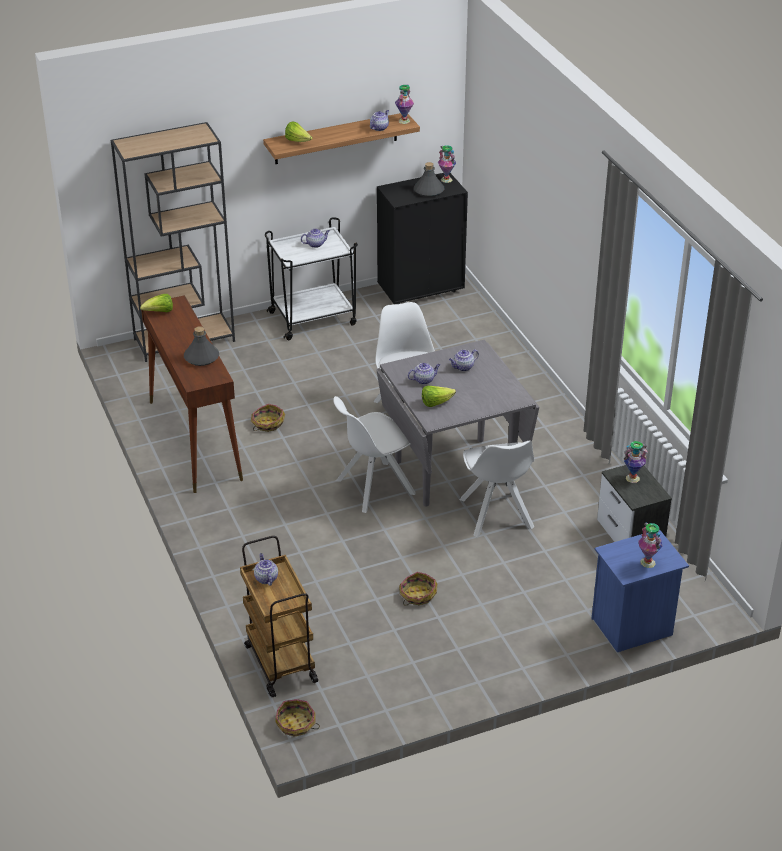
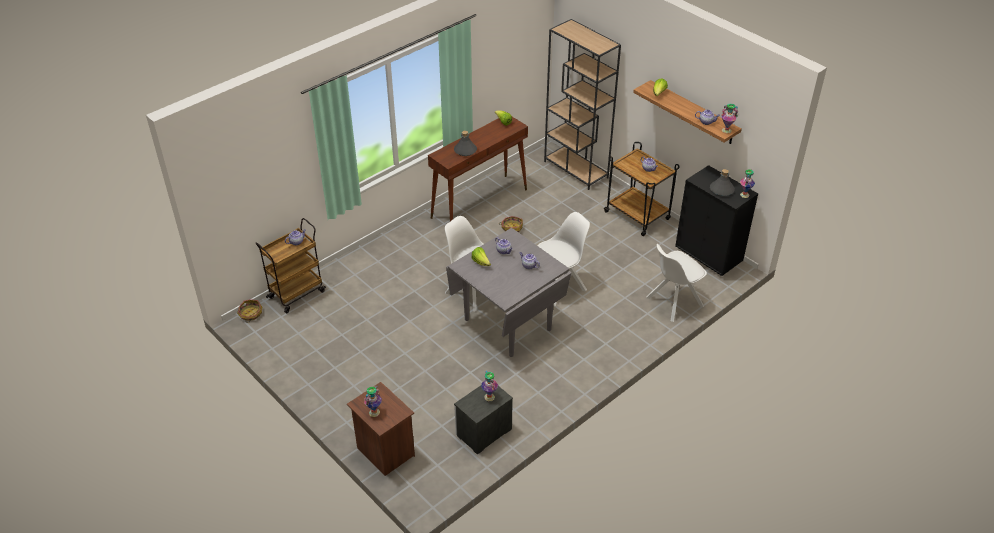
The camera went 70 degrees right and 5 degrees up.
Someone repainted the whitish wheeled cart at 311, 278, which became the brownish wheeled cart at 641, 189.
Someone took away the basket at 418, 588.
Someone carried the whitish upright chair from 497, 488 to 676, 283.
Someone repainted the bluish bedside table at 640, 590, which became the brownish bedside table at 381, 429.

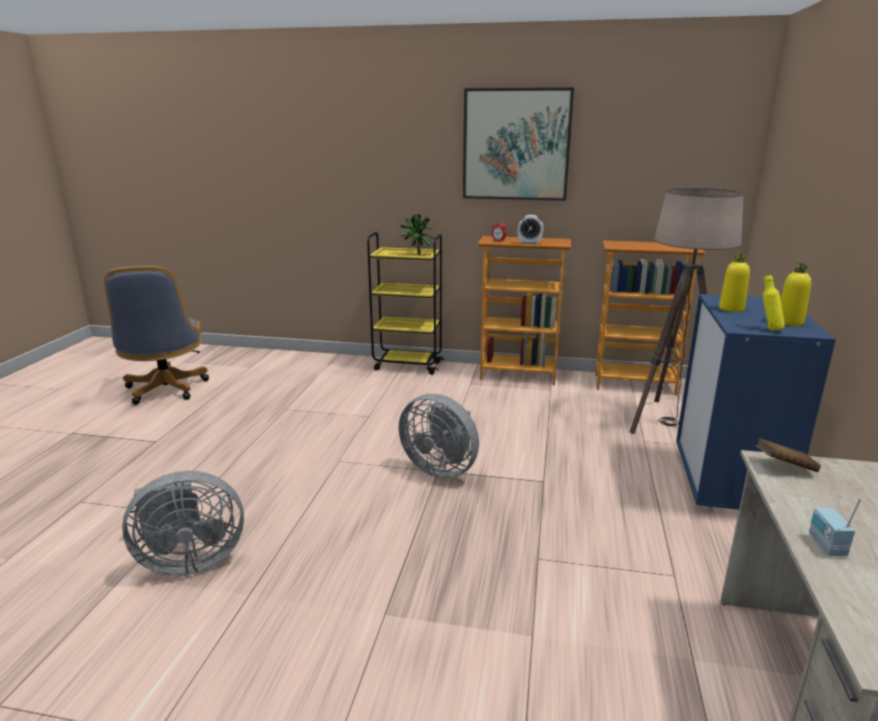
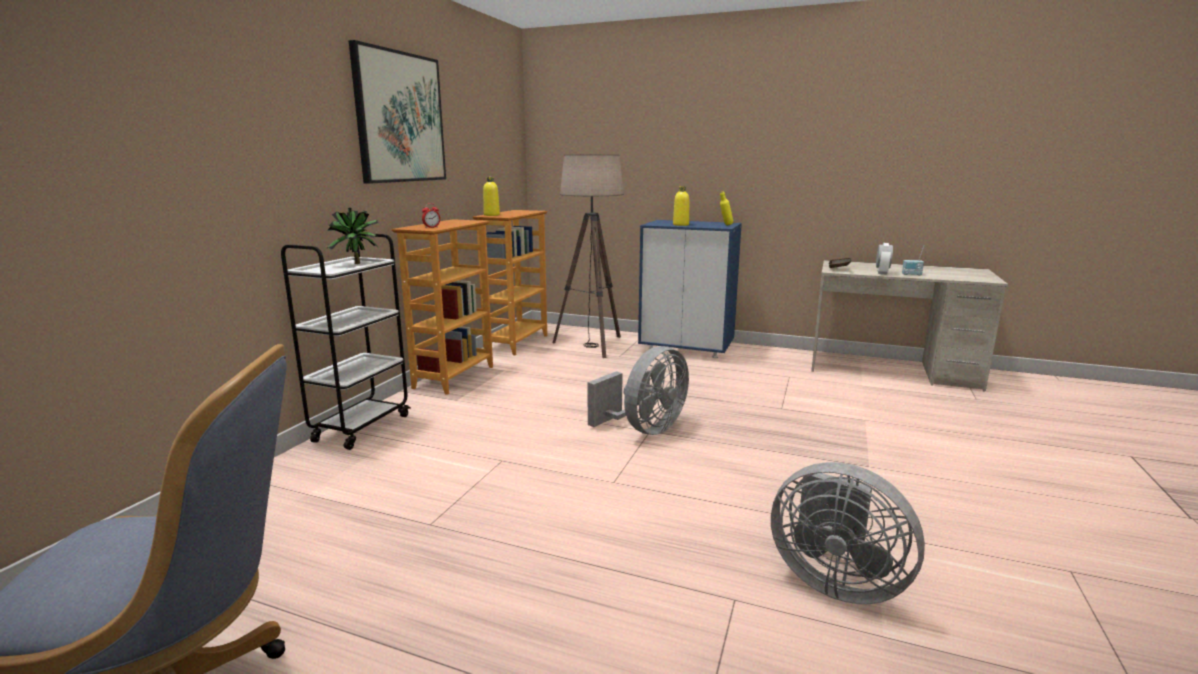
The camera went 80 degrees left and 5 degrees down.
Someone rotated the grey electric fan at 183, 523 by 135 degrees clockwise.
Someone repainted the yellow-coloured wheeled cart at 405, 303, which became the whitish wheeled cart at 346, 342.
Someone carried the table clock from 530, 229 to 884, 258.
Someone carried the yellow-coloured beverage bottle from 796, 294 to 491, 196.

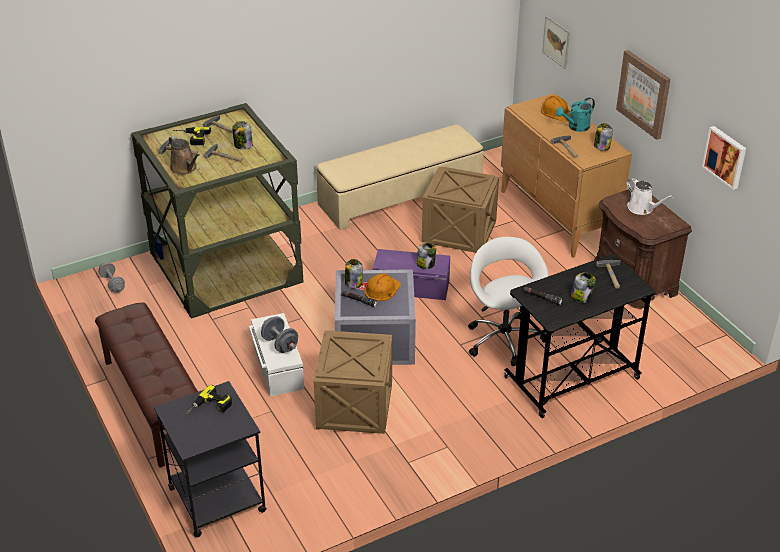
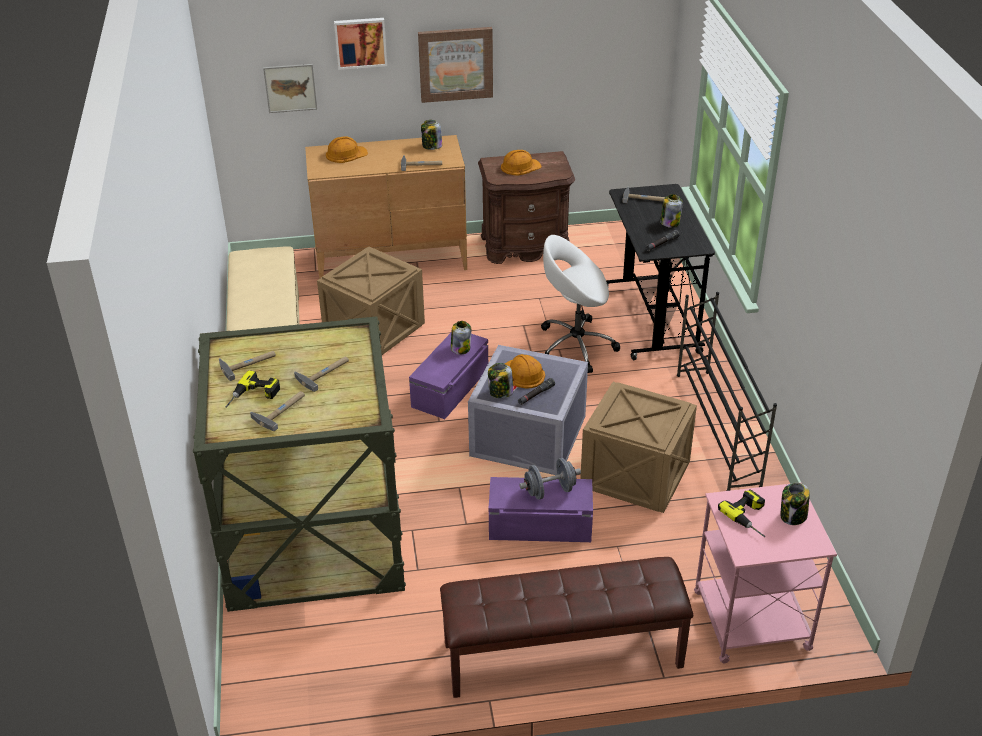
The camera went 70 degrees left and 0 degrees up.
Someone took away the grey dumbbell at 112, 277.
Someone repainted the blackish wheeled cart at 210, 459, which became the pinkish wheeled cart at 765, 573.
Someone took away the brownish sprinkling can at 184, 155.
Someone carried the preserve jar from 242, 135 to 795, 504.
Someone repainted the whitish storage bin at 276, 354, which became the purplish storage bin at 541, 509.
Someone took away the turquoise-coloured sprinkling can at 575, 114.
Someone swapped the whitish sprinkling can at 650, 196 for the orange-coloured work helmet at 521, 163.
Someone carried the wall picture from 724, 158 to 360, 44.
Someone put down the blackish shoe shelf at 727, 391.

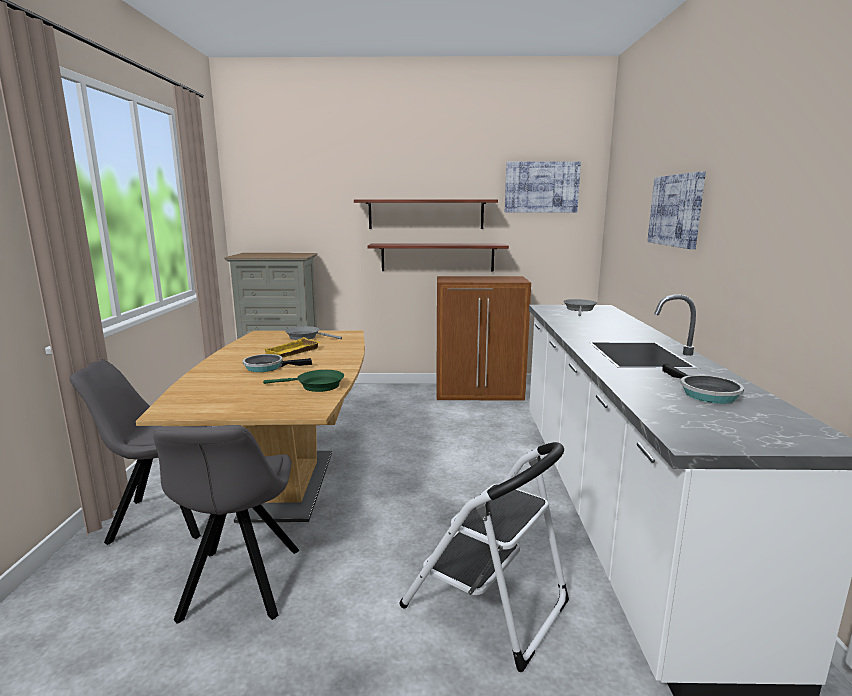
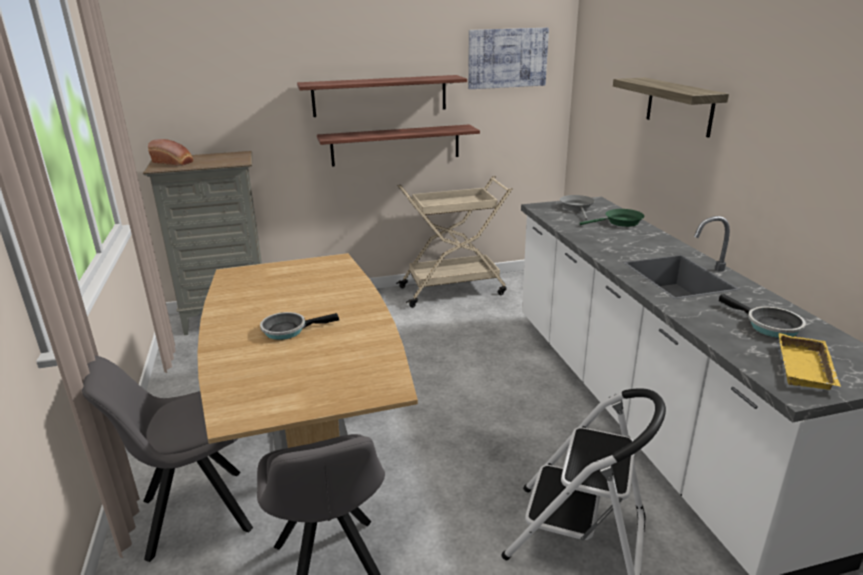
The camera went 15 degrees left and 10 degrees up.
Someone carried the green-coloured frying pan from 303, 381 to 612, 218.
Someone carried the yellow-coloured carrying tray from 292, 347 to 810, 361.
Someone took away the grey frying pan at 313, 333.
Someone swapped the brownish cabinet at 483, 338 for the sand-coloured wheeled cart at 454, 242.
Someone swapped the wall picture at 676, 210 for the wall shelf at 671, 107.
Someone put down the bakery bread at 170, 152.

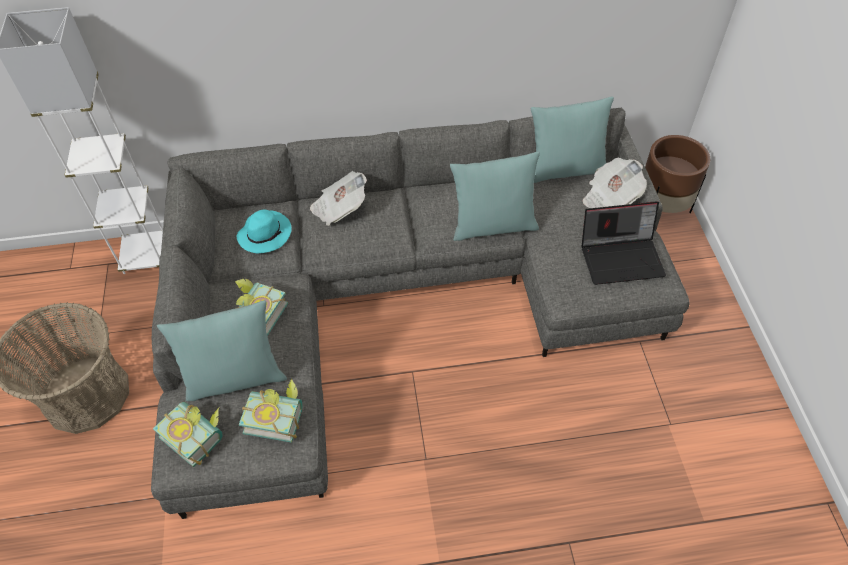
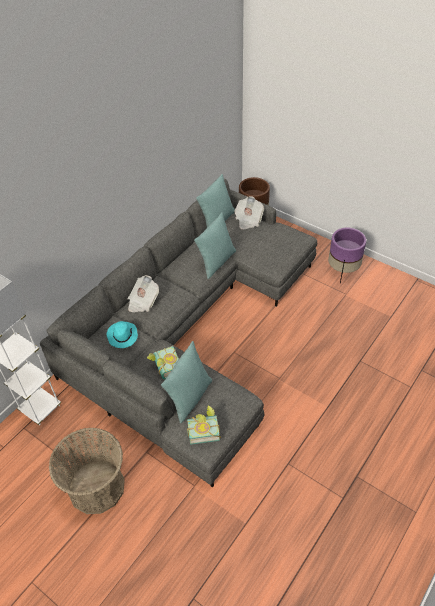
The camera went 45 degrees left and 5 degrees down.
Someone took away the bound book at 270, 410.
Someone took away the notebook computer at 623, 243.
Someone put down the purplish planter at 347, 255.

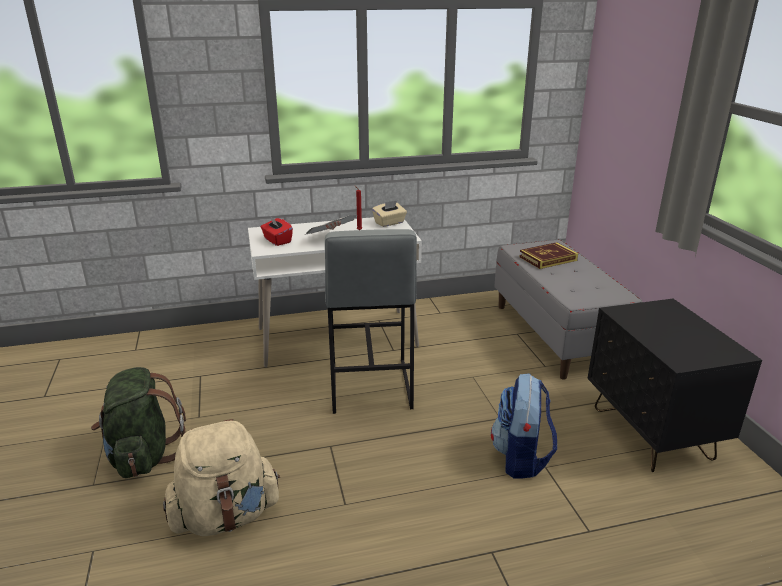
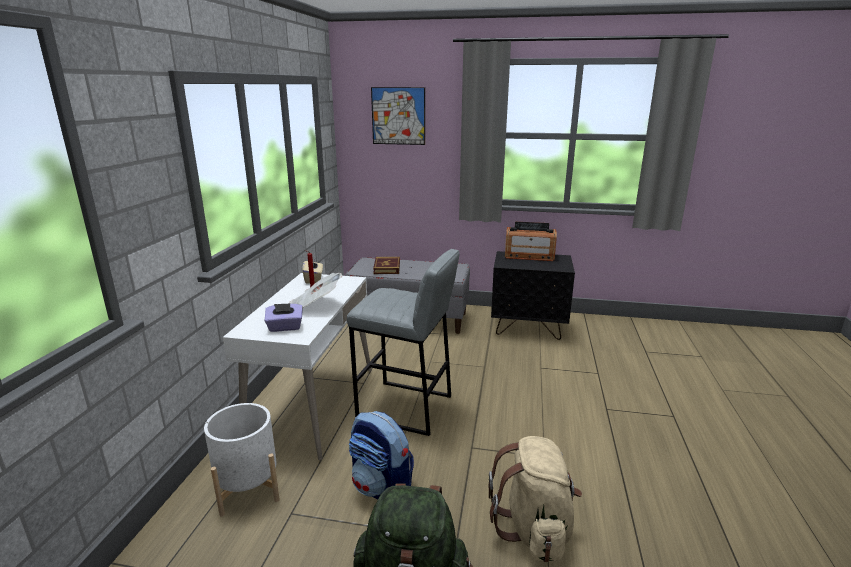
The camera went 65 degrees left and 5 degrees down.
Someone repainted the reddish box of tissues at 276, 230, which became the purplish box of tissues at 284, 317.
Someone carried the rucksack from 524, 426 to 381, 455.
Someone put down the whitish planter at 242, 459.
Someone put up the wall picture at 398, 116.
Someone put down the radio receiver at 531, 241.

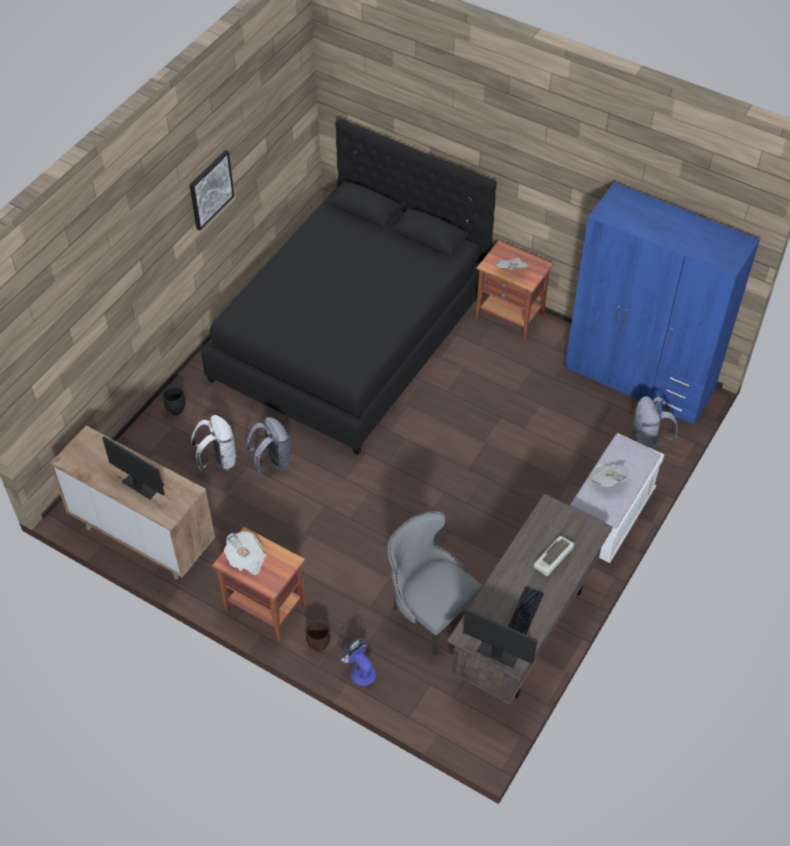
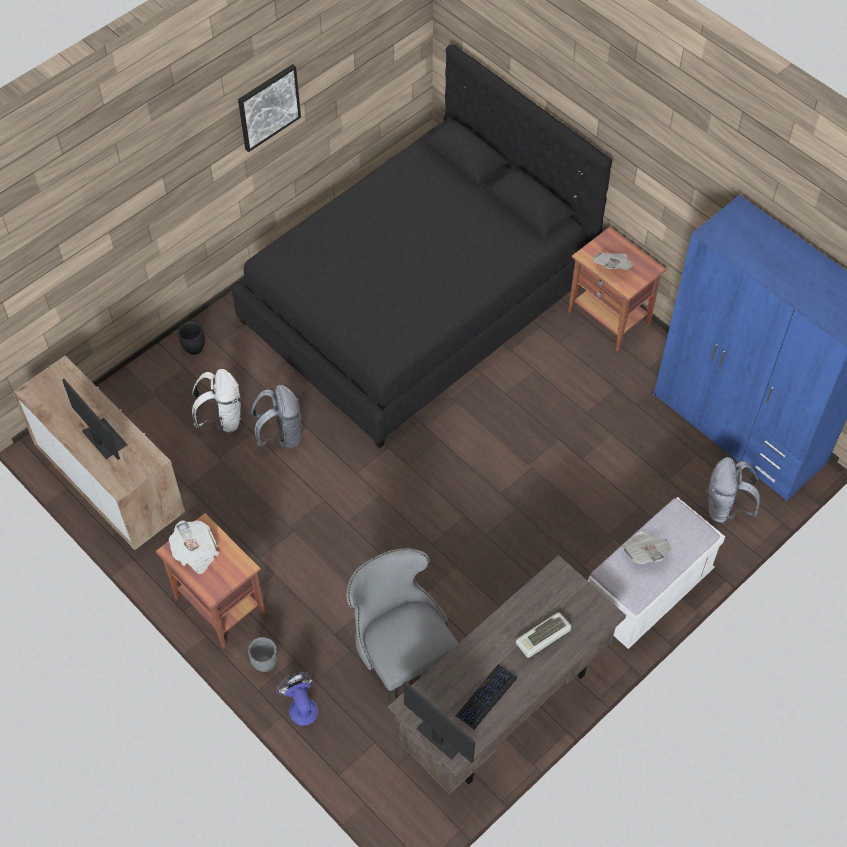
The camera went 15 degrees right and 5 degrees up.
Someone repainted the brownish planter at 318, 635, which became the grey planter at 263, 654.

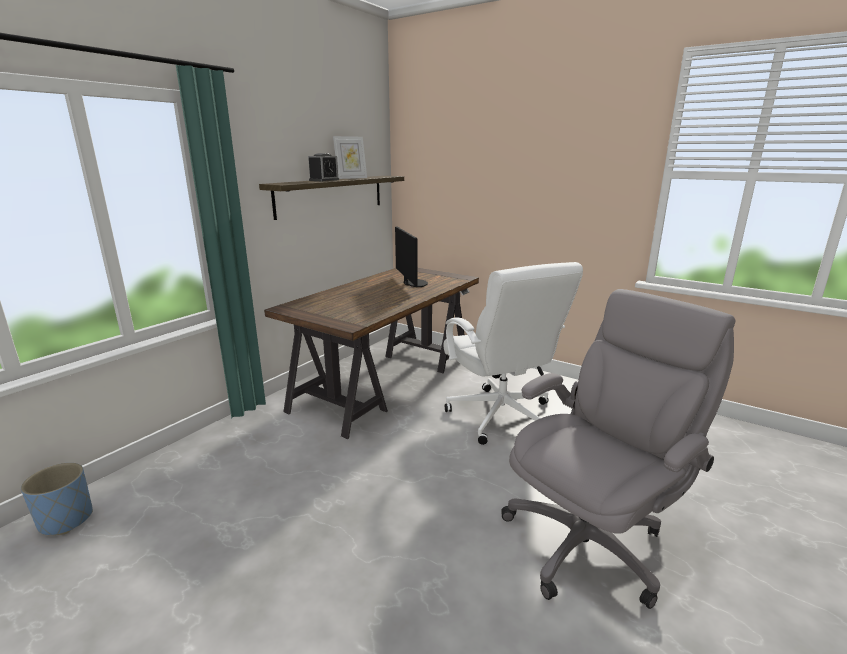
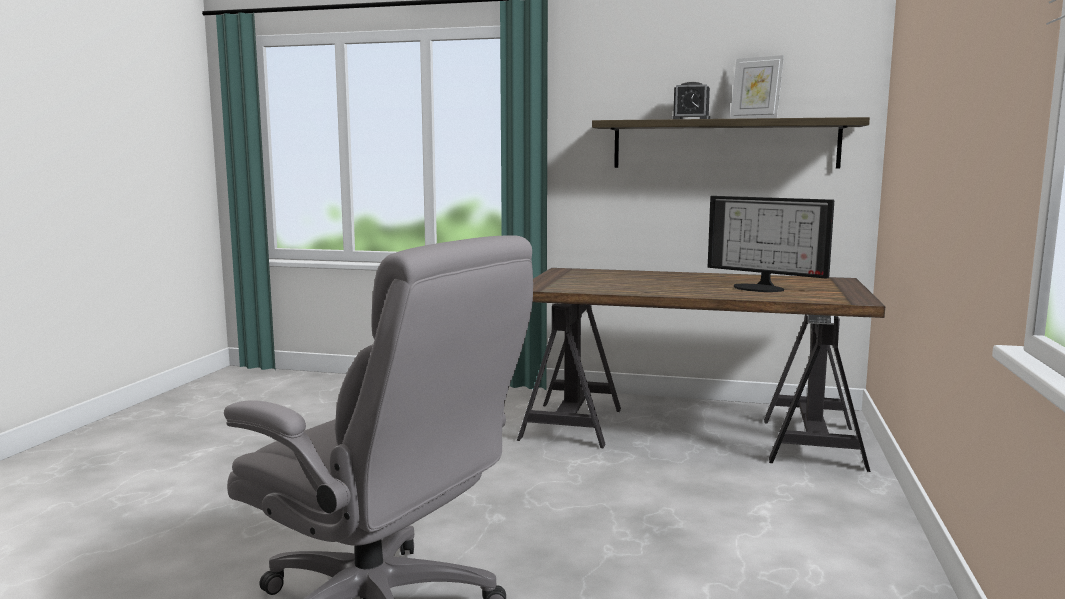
The camera went 70 degrees right and 10 degrees down.
Someone took away the bluish planter at 57, 499.
Someone rotated the computer display at 411, 257 by 75 degrees clockwise.
Someone took away the whitish desk chair at 513, 353.

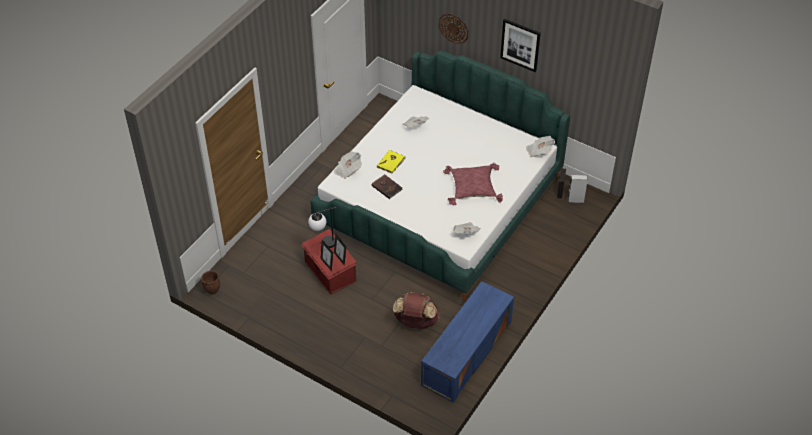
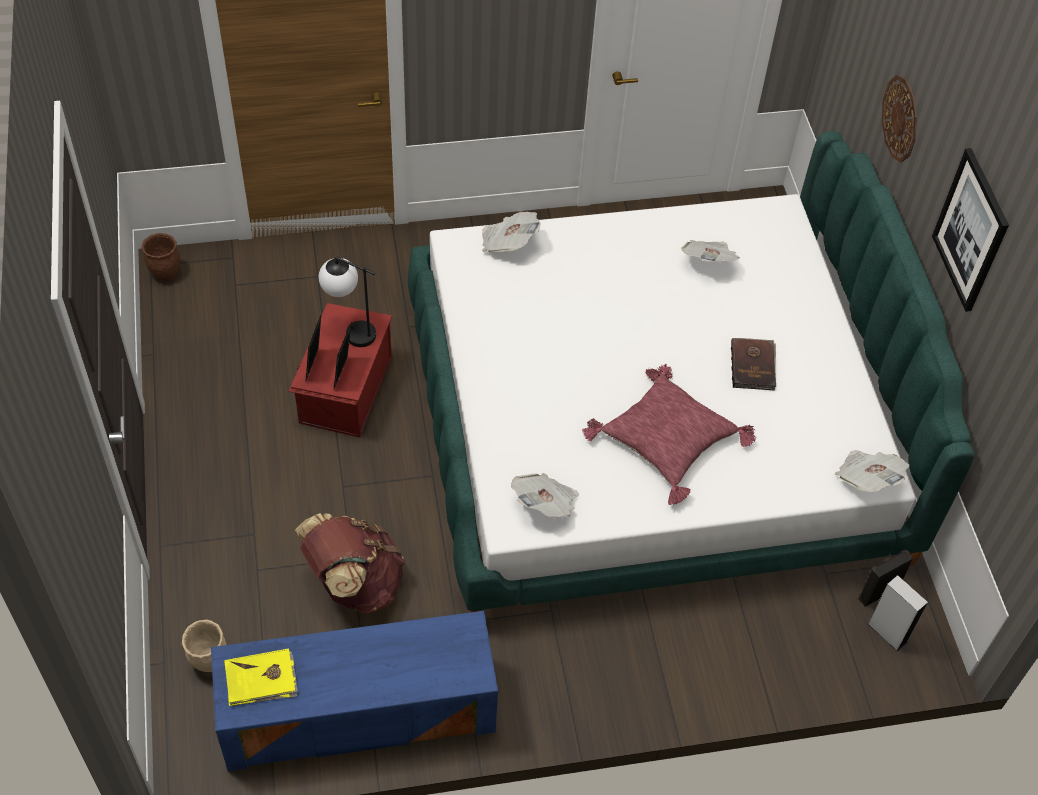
The camera went 45 degrees right and 5 degrees up.
Someone carried the brownish bound book from 387, 186 to 753, 364.
Someone carried the yellow-coloured bound book from 391, 162 to 261, 677.
Someone put down the sand-coloured planter at 204, 646.

